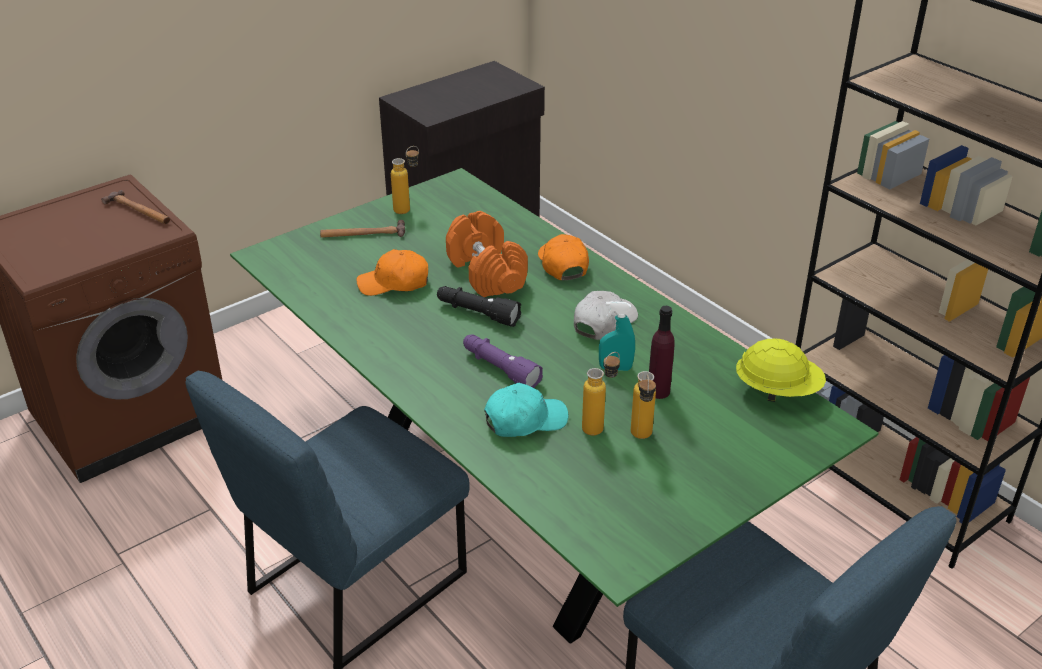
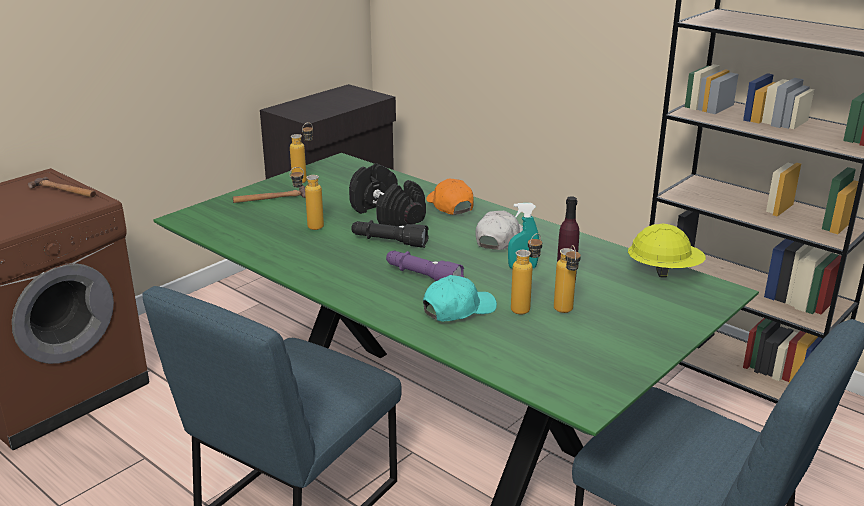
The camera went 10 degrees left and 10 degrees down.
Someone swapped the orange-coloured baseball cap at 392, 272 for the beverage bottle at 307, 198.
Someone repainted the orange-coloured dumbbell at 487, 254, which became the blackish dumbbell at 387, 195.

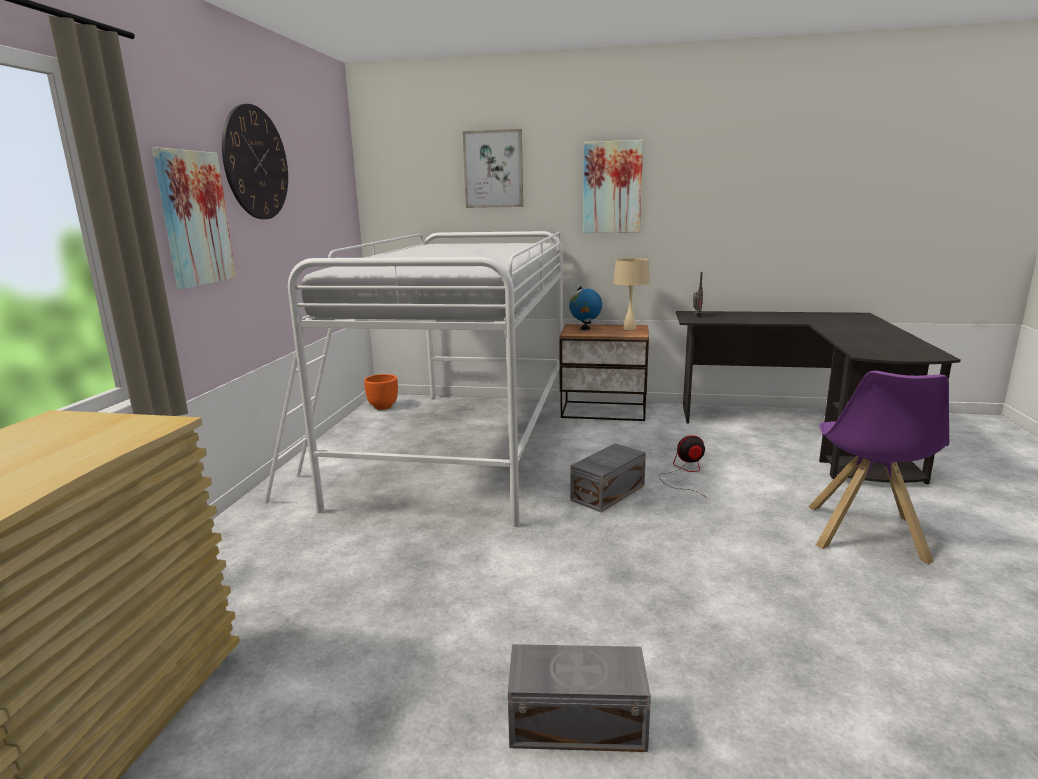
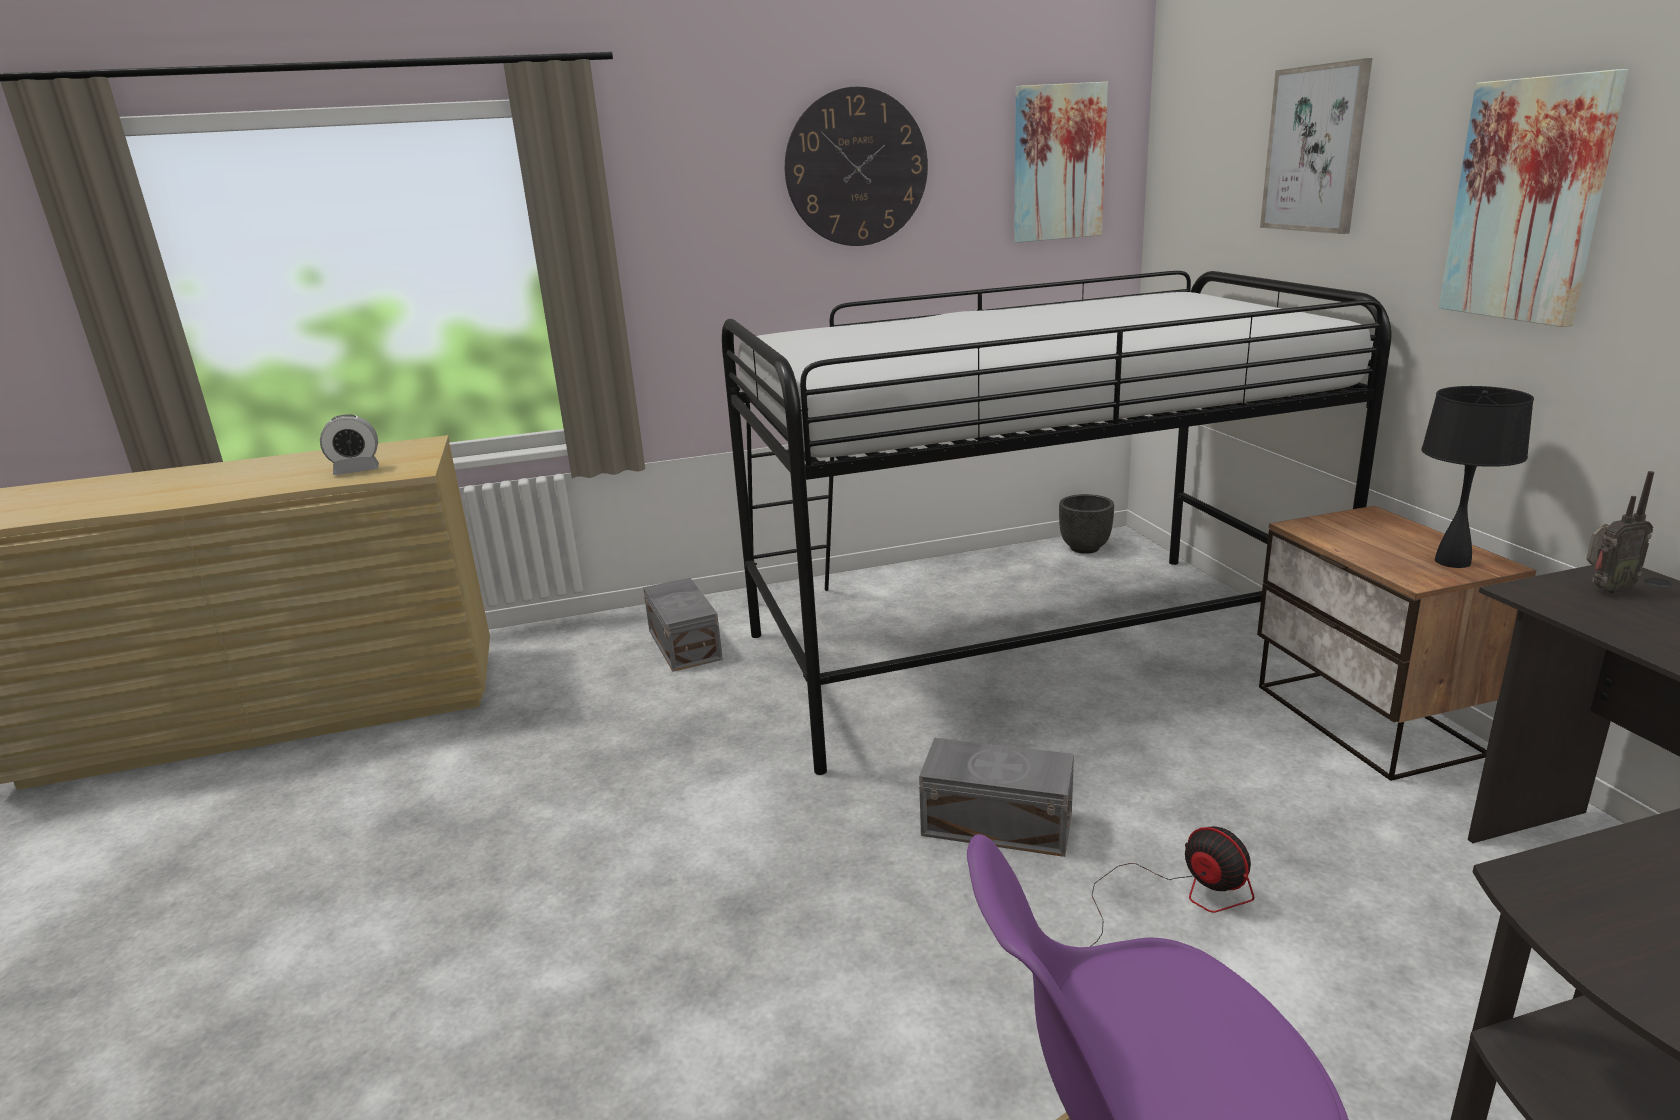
The camera went 65 degrees right and 5 degrees up.
Someone carried the wall picture from 194, 218 to 1061, 162.
Someone repainted the whitish bedroom bed at 413, 379, which became the blackish bedroom bed at 1056, 523.
Someone repainted the orange-coloured planter at 381, 392, which became the blackish planter at 1086, 524.
Someone carried the grey storage bin from 579, 698 to 683, 625.
Someone took away the world globe at 585, 308.
Someone repainted the sand-coloured lamp for a table at 631, 294, which became the blackish lamp for a table at 1477, 477.
Someone put down the table clock at 349, 444.

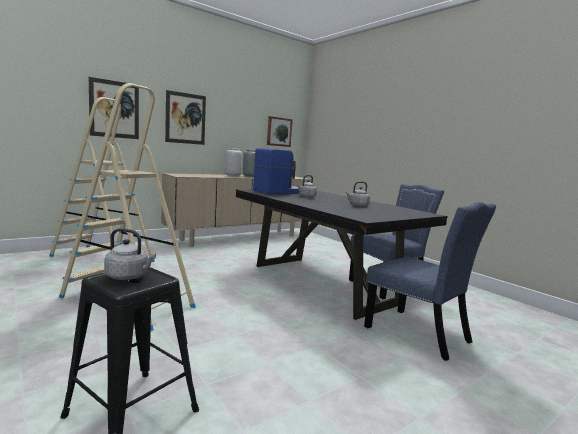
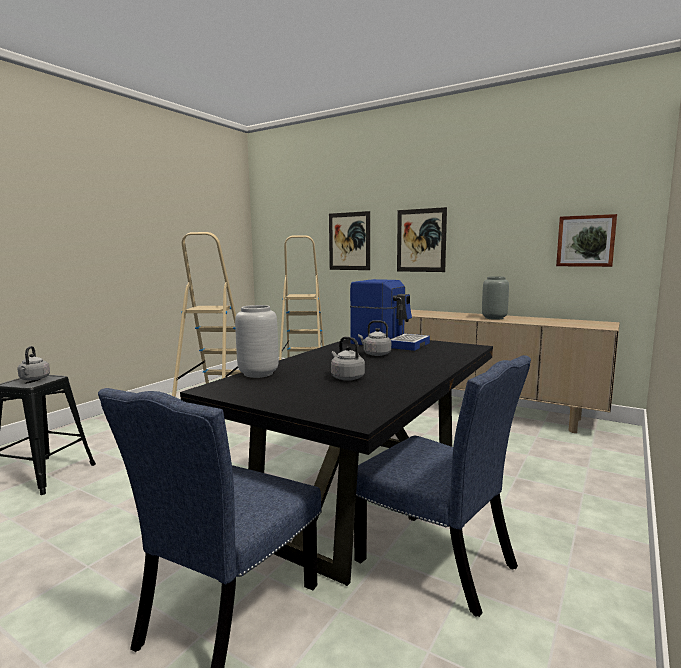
The camera went 70 degrees right and 0 degrees up.
Someone carried the grey vase from 233, 162 to 256, 341.

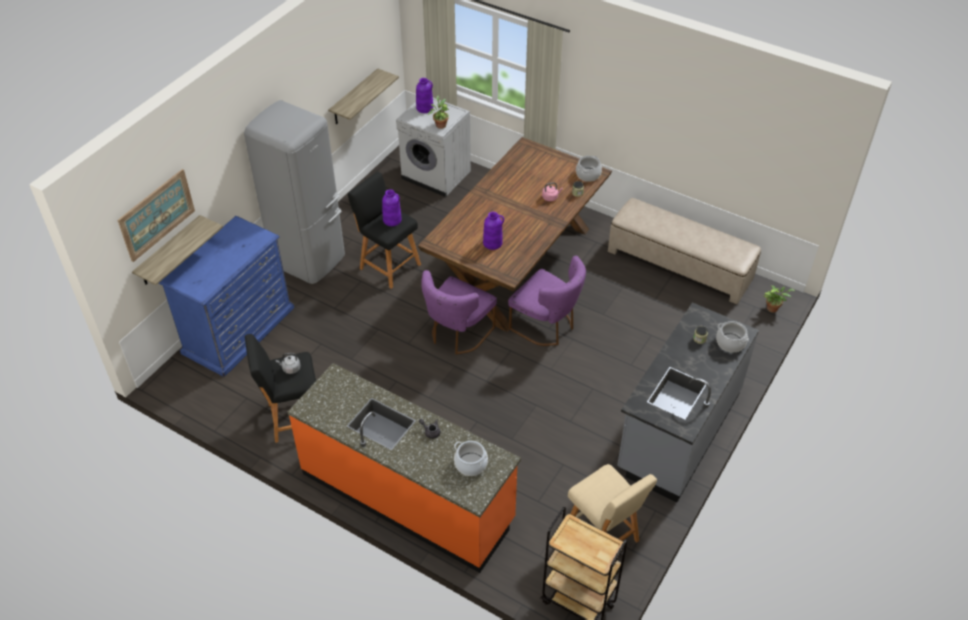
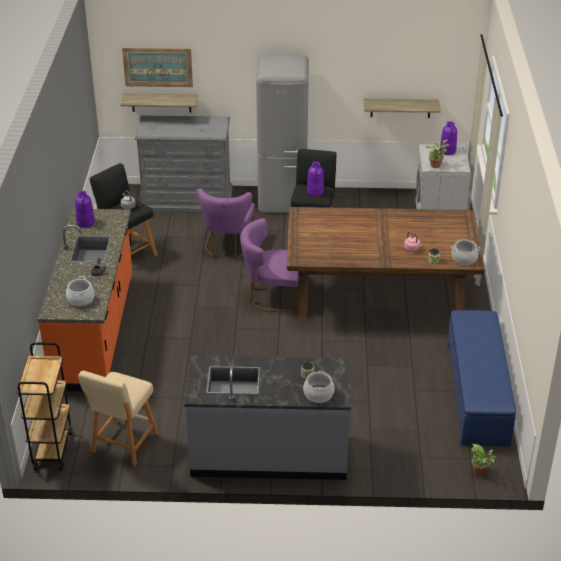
The camera went 60 degrees right and 10 degrees down.
Someone repainted the bluish drawer chest at 226, 296, which became the grey drawer chest at 184, 164.
Someone carried the purplish vase from 493, 231 to 85, 209.
Someone carried the purplish upright chair from 547, 301 to 226, 224.
Someone repainted the sand-coloured long seat at 684, 251, which became the bluish long seat at 481, 378.

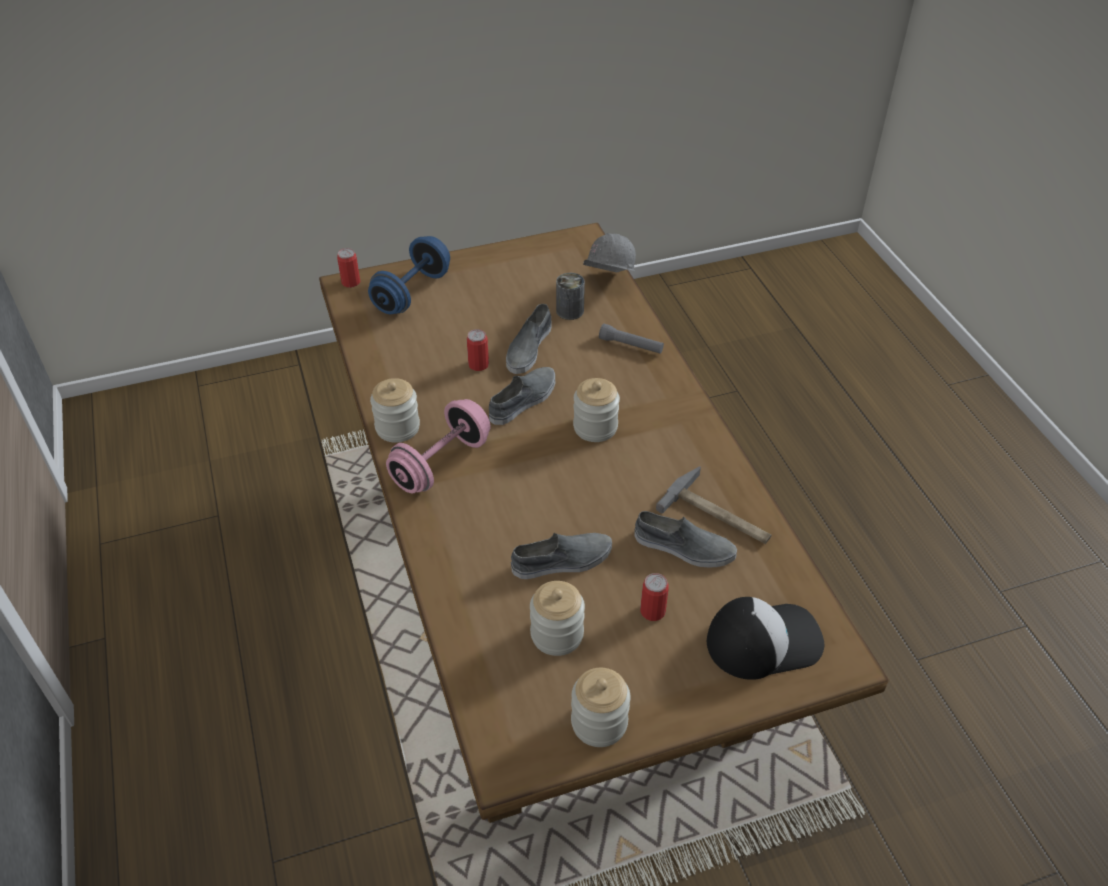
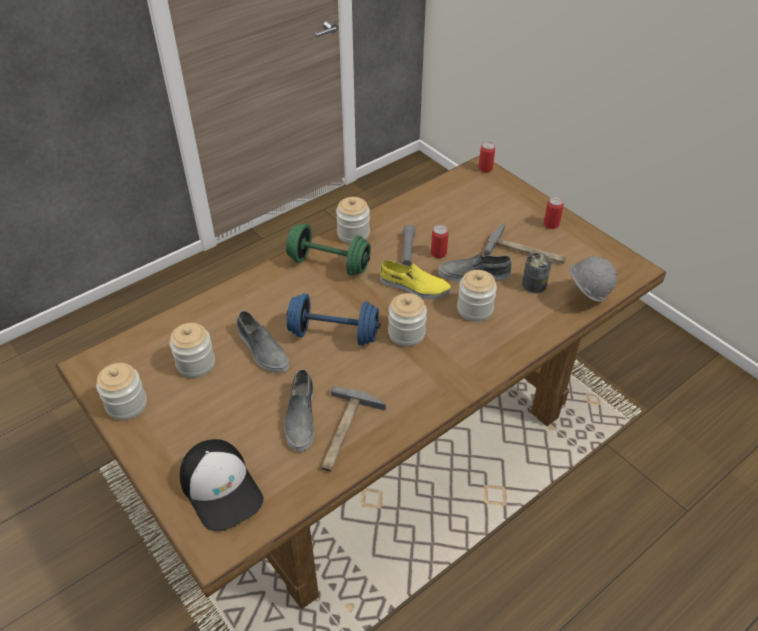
The camera went 70 degrees right and 0 degrees up.
Someone carried the bluish dumbbell from 409, 275 to 333, 319.
Someone repainted the pinkish dumbbell at 438, 446, which became the green-coloured dumbbell at 328, 249.
Someone repainted the grey low shoe at 522, 396, which became the yellow-coloured low shoe at 415, 279.
Someone carried the grey torch from 631, 339 to 408, 245.
Someone carried the metal can from 654, 597 to 554, 212.
Someone put down the preserve jar at 477, 296.
Someone put down the tool hammer at 525, 243.

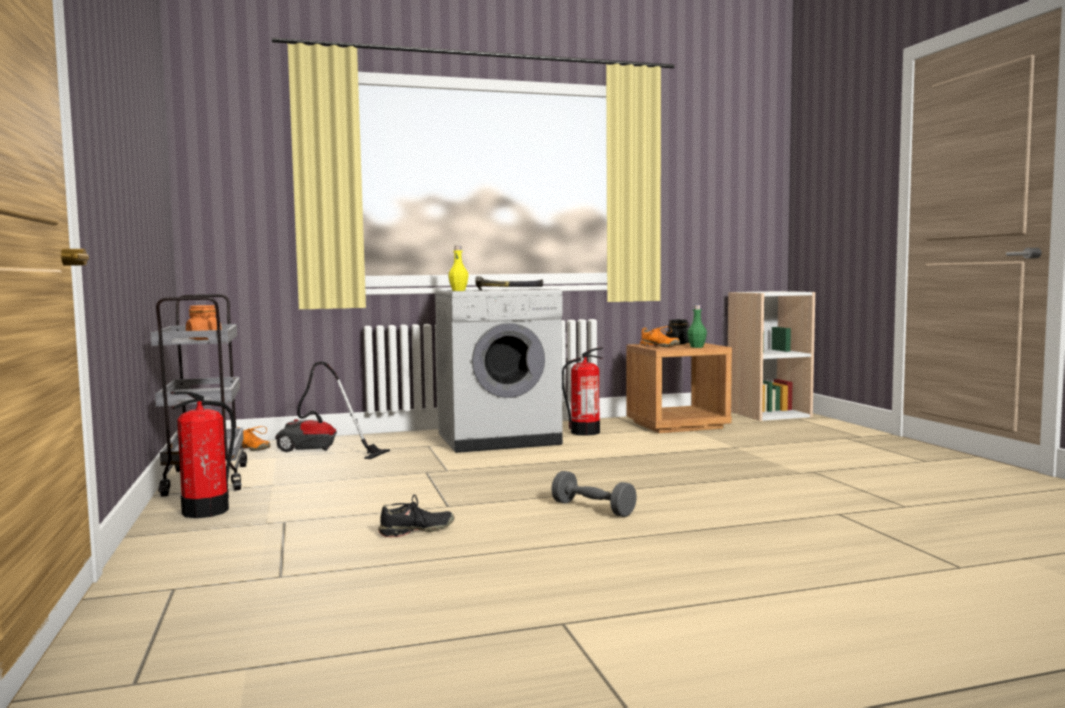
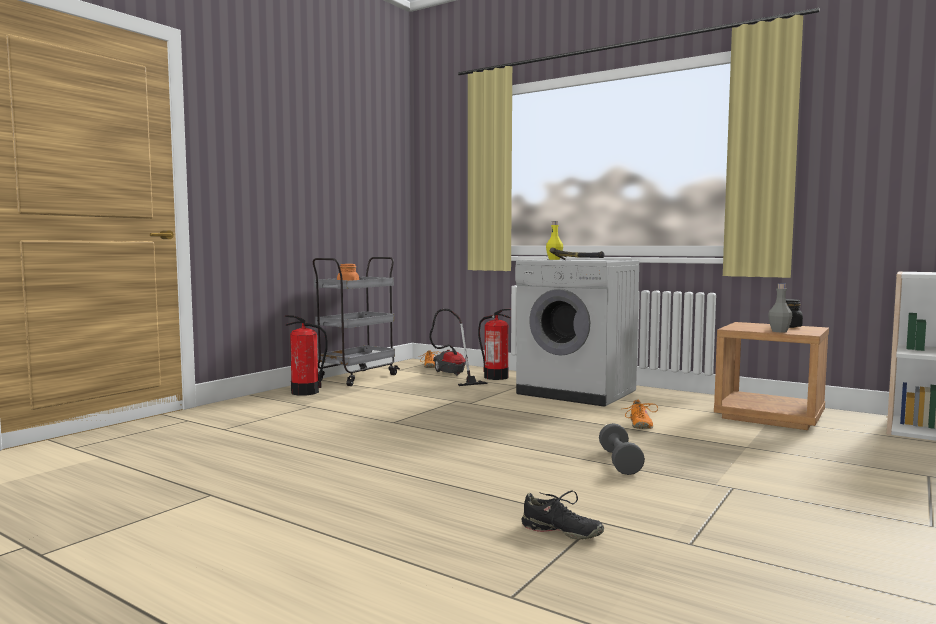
The camera went 50 degrees right and 0 degrees up.
Someone carried the blackish low shoe from 416, 515 to 562, 515.
Someone carried the grey dumbbell from 594, 494 to 622, 449.
Someone carried the fire extinguisher from 582, 392 to 494, 344.
Someone carried the orange-coloured low shoe from 660, 336 to 640, 414.
Someone repainted the green-coloured beverage bottle at 697, 326, which became the grey beverage bottle at 780, 307.

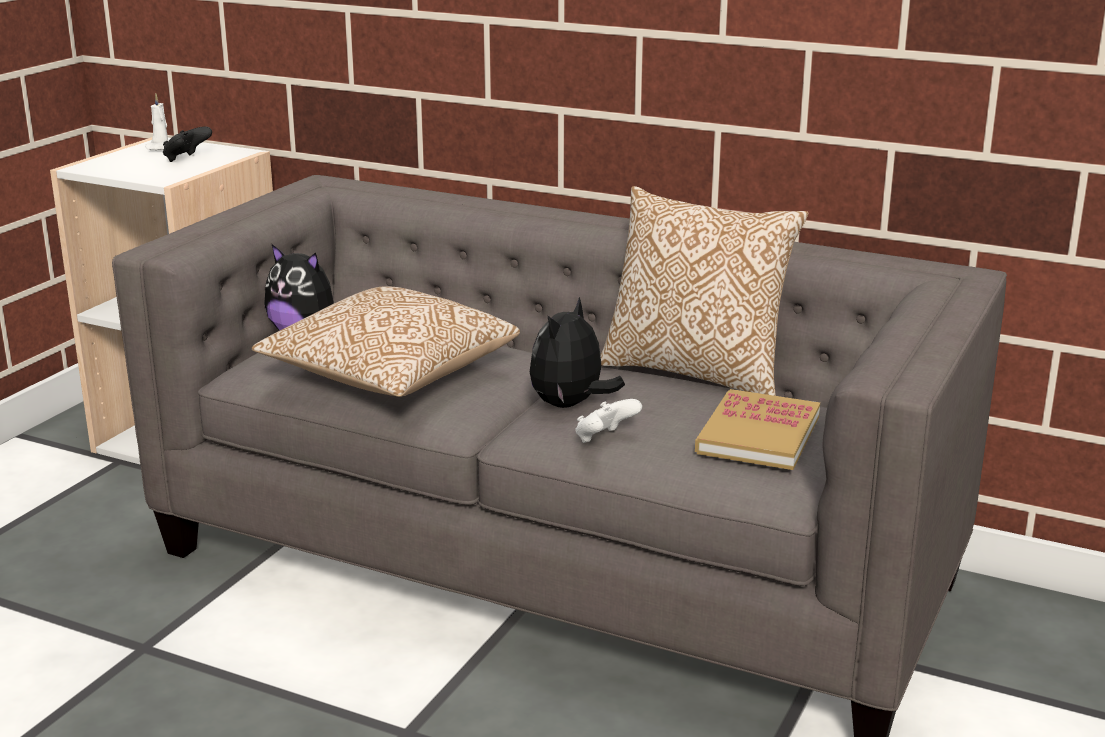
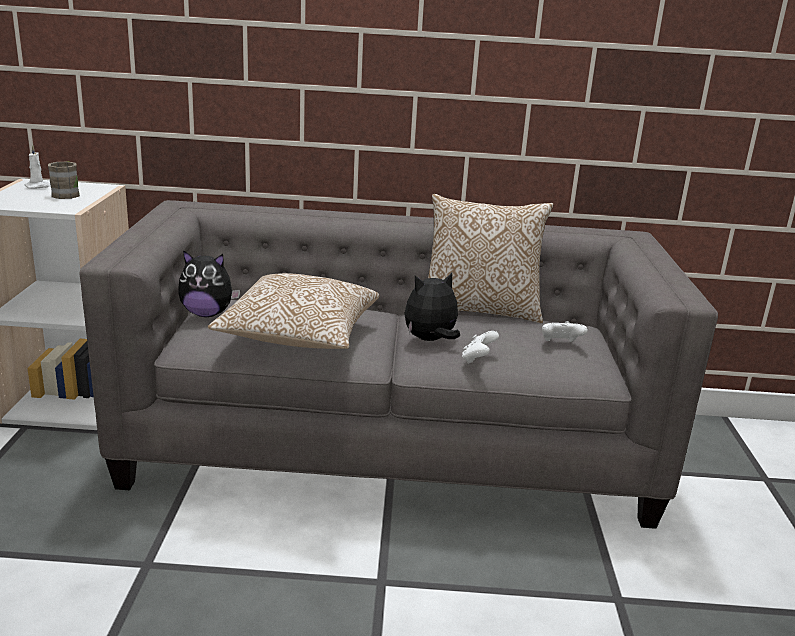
The camera went 25 degrees left and 0 degrees up.
Someone swapped the blackish gamepad at 187, 144 for the brownish mug at 64, 180.
Someone rotated the soft toy at 577, 352 by 60 degrees clockwise.
Someone swapped the bound book at 757, 429 for the whitish gamepad at 565, 331.

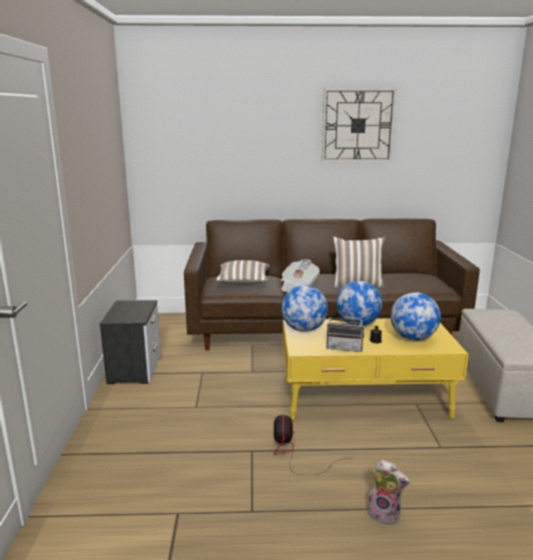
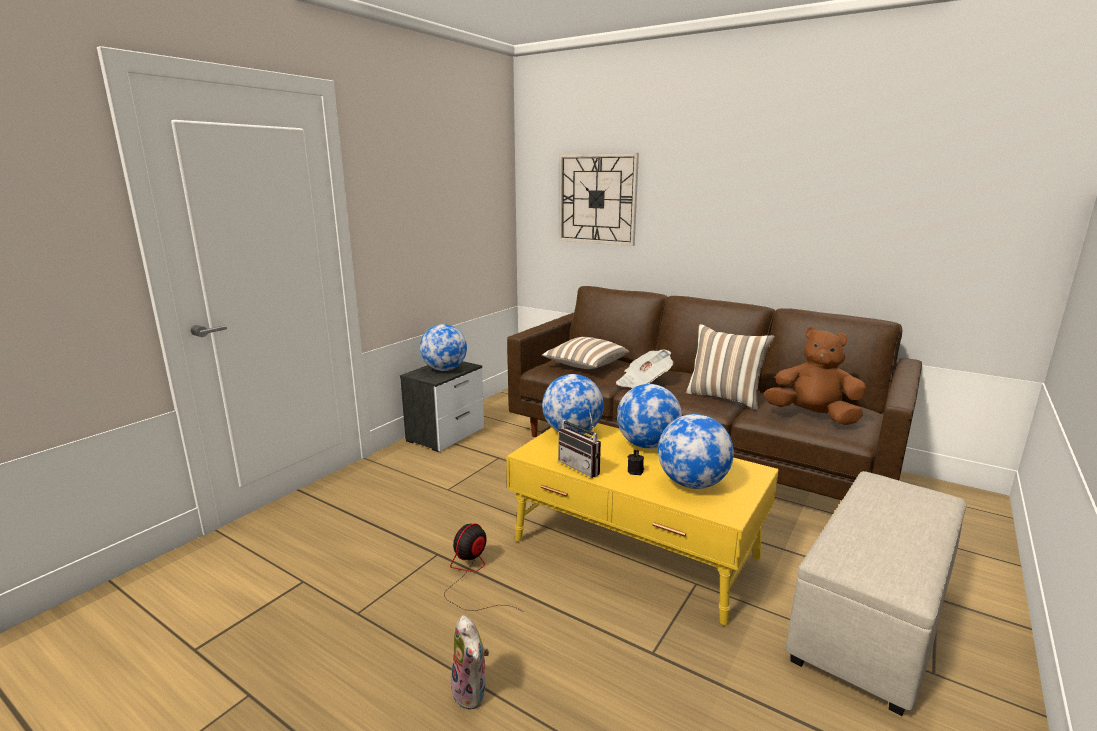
The camera went 35 degrees right and 0 degrees up.
Someone carried the wall clock from 359, 125 to 599, 199.
Someone put down the world globe at 443, 347.
Someone put down the brownish soft toy at 815, 376.

